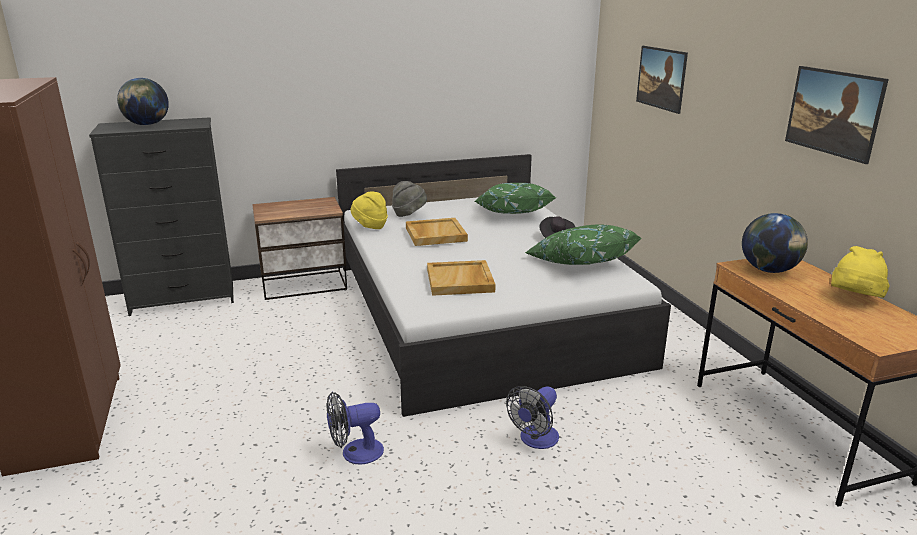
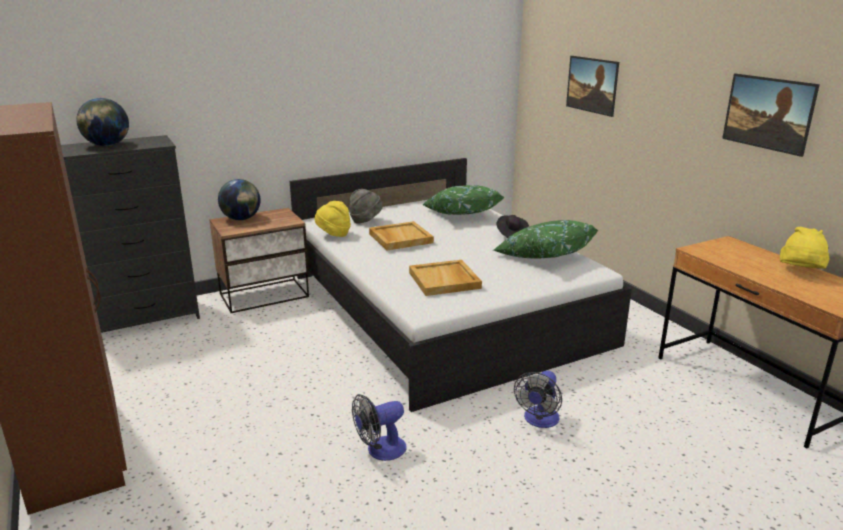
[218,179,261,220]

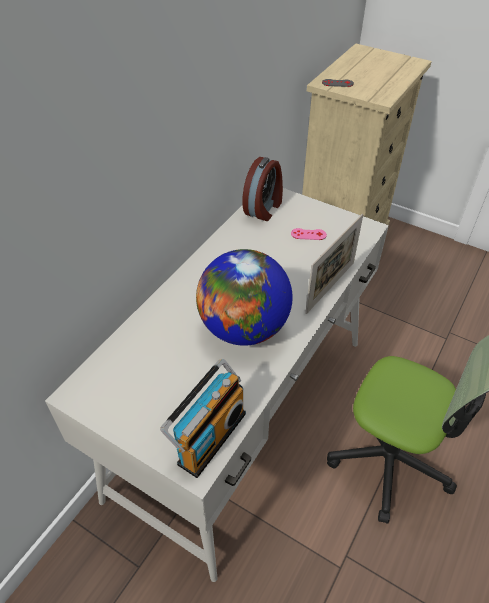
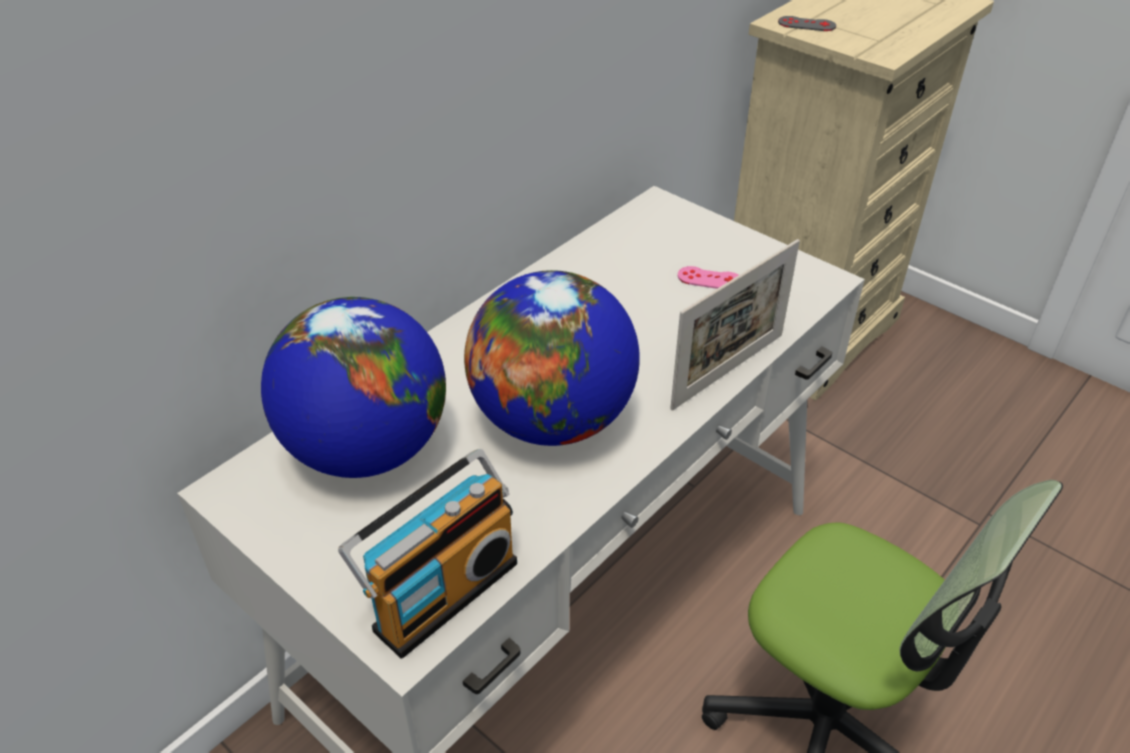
[242,157,283,221] (first image)
[261,297,446,478]

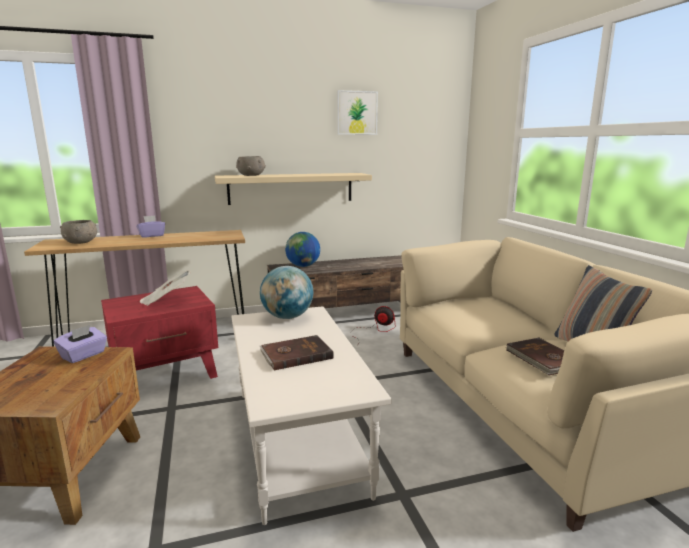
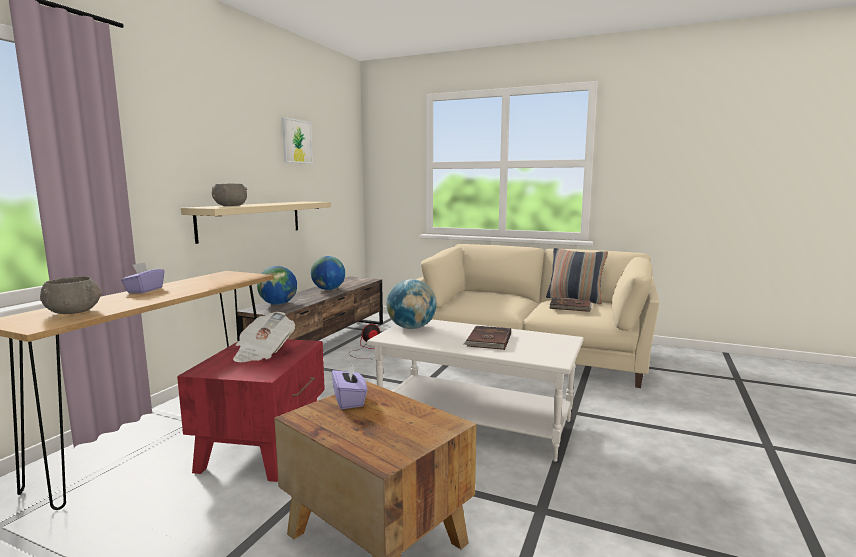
[311,256,345,290]

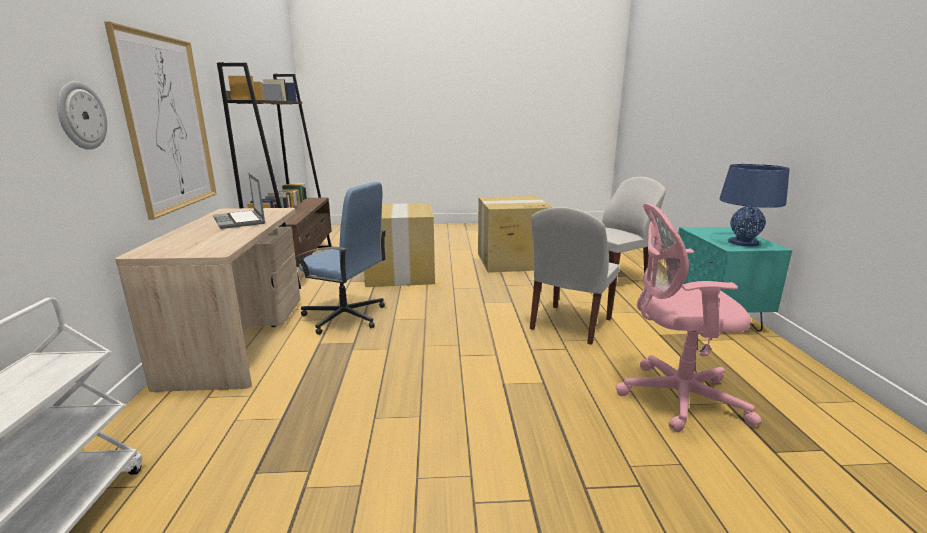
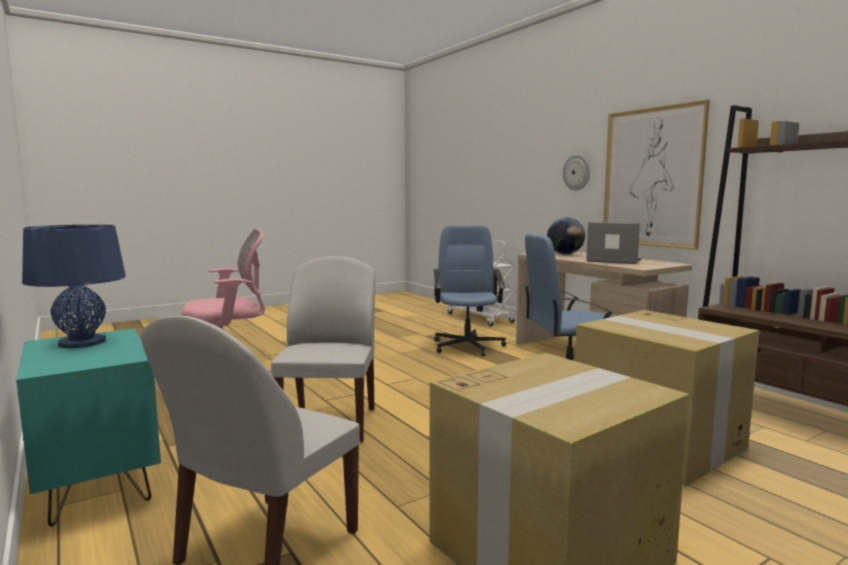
[433,225,506,357]
[547,217,585,255]

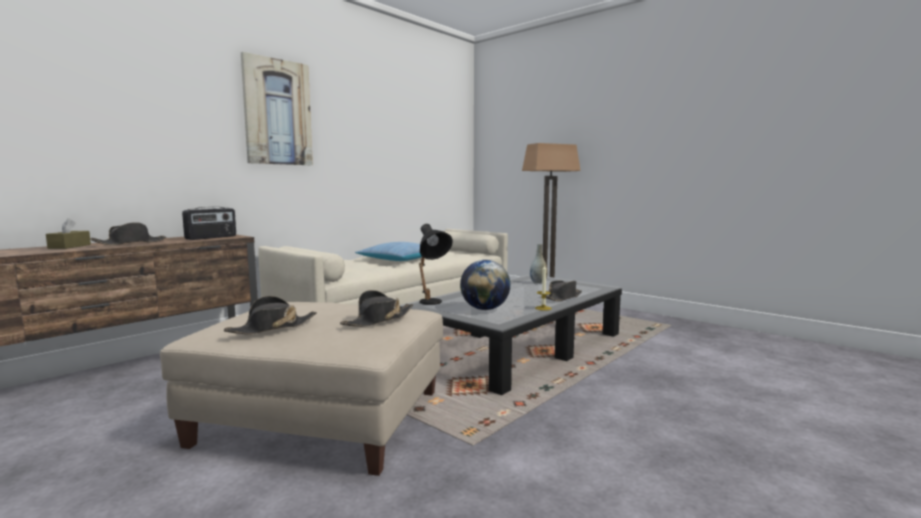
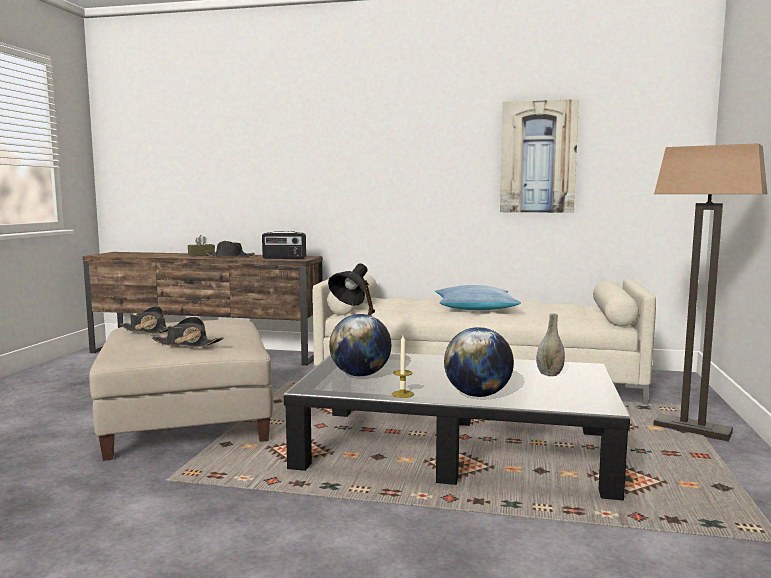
[500,99,579,213]
[444,327,514,397]

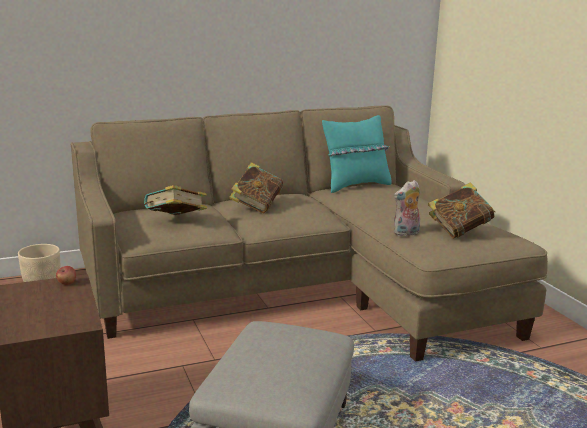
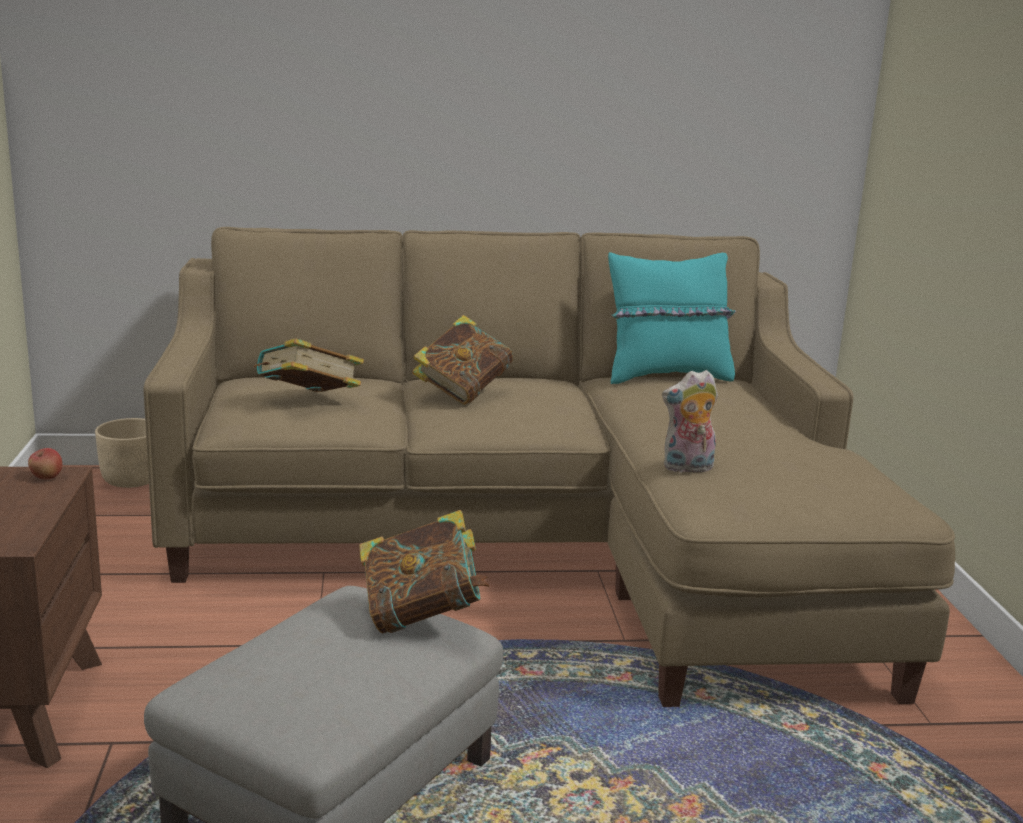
[359,510,489,633]

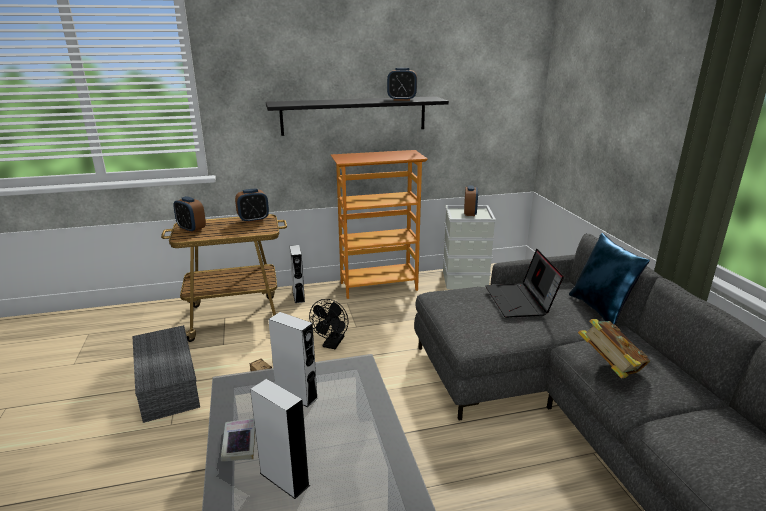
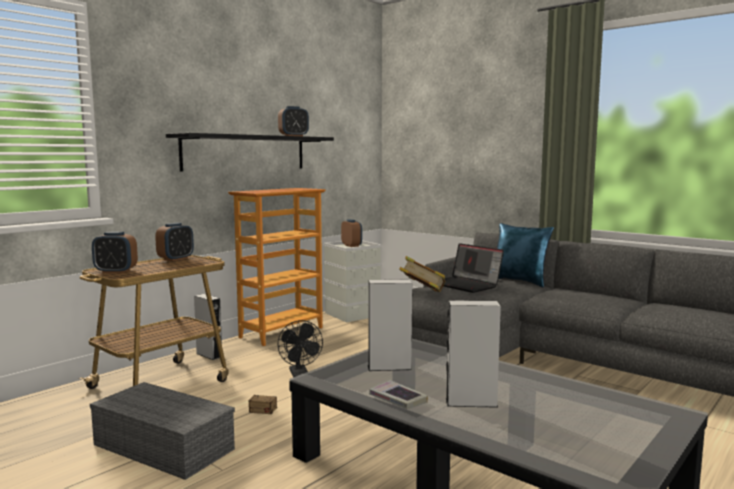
[399,256,446,292]

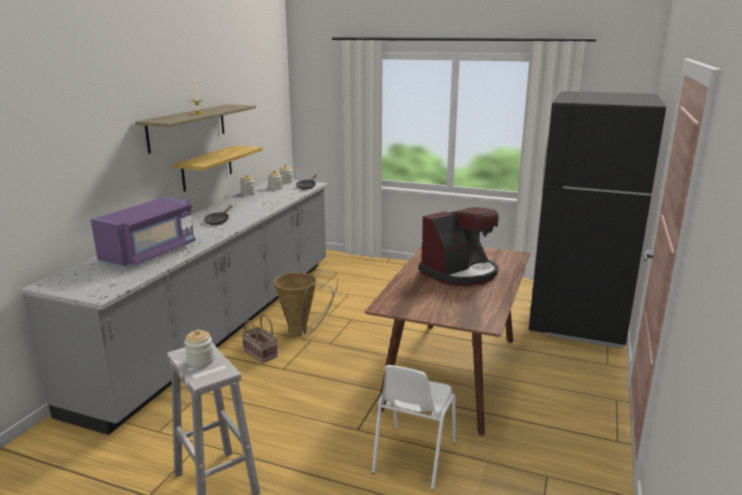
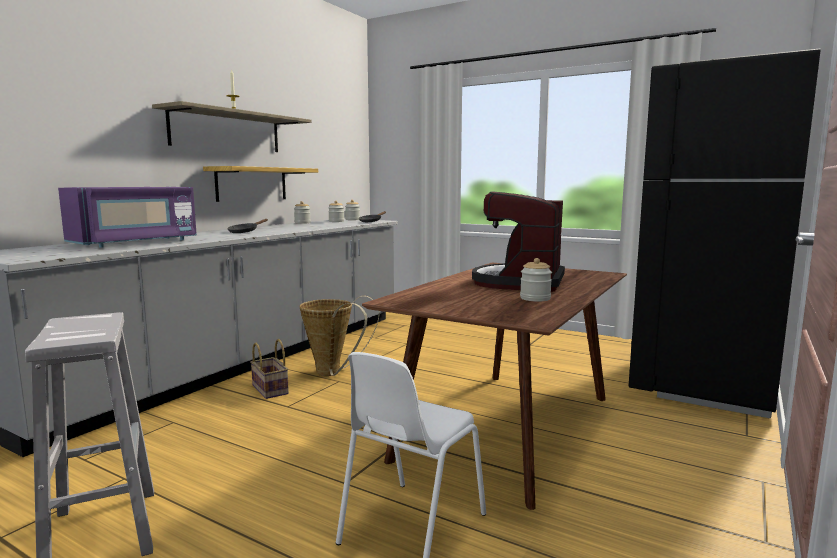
[520,258,552,302]
[472,191,565,292]

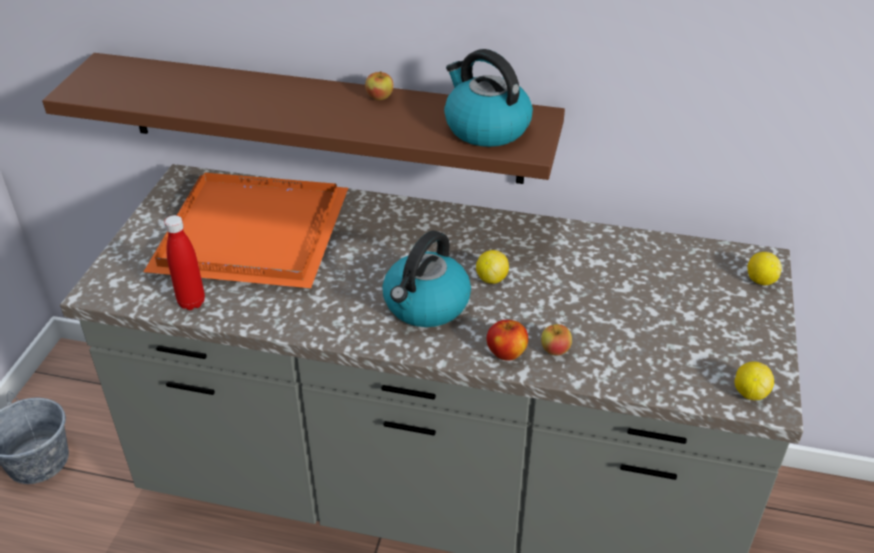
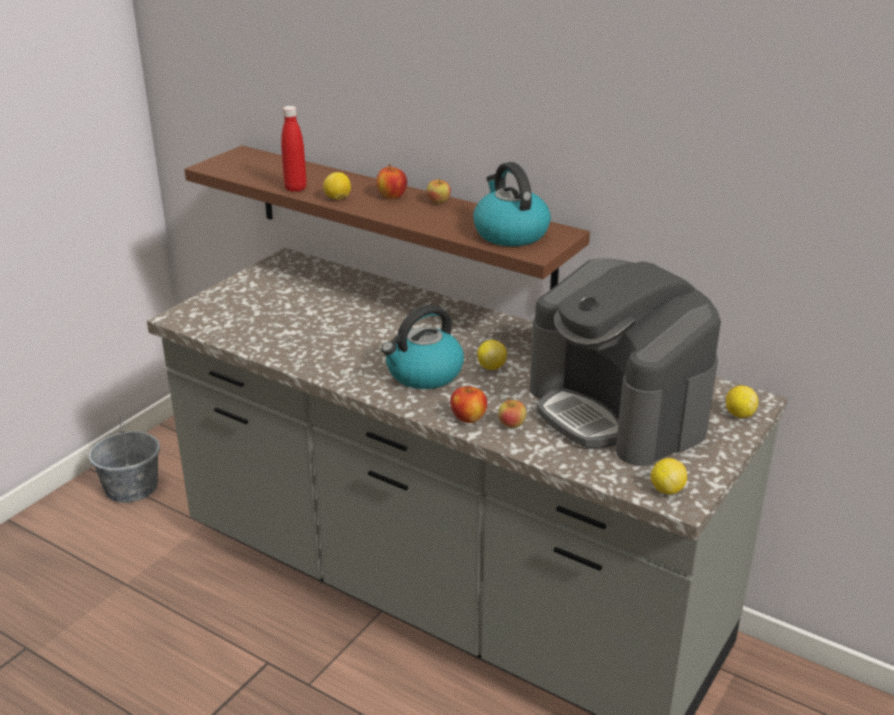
[144,173,348,288] (first image)
[323,172,351,199]
[376,164,407,199]
[530,258,721,466]
[281,106,307,192]

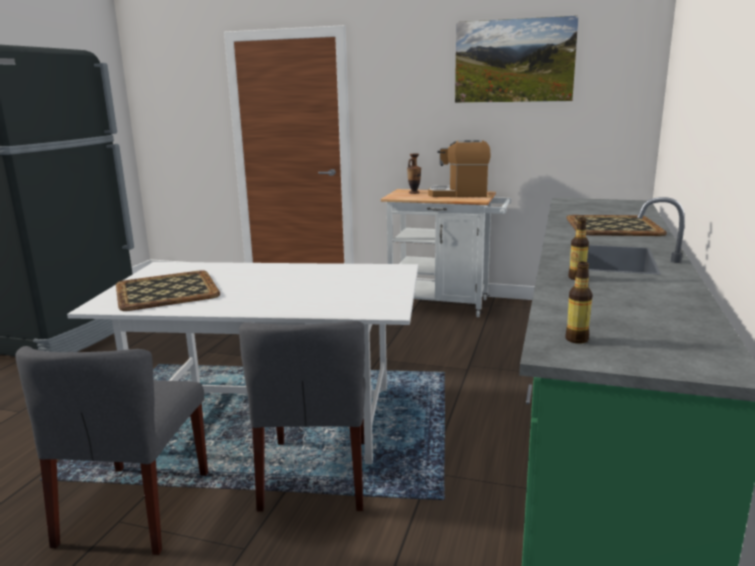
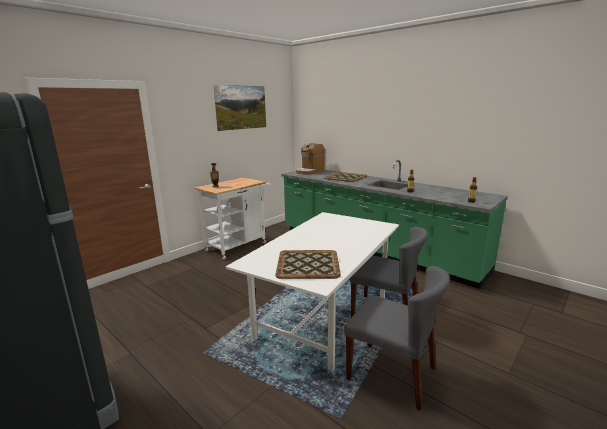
[296,143,325,175]

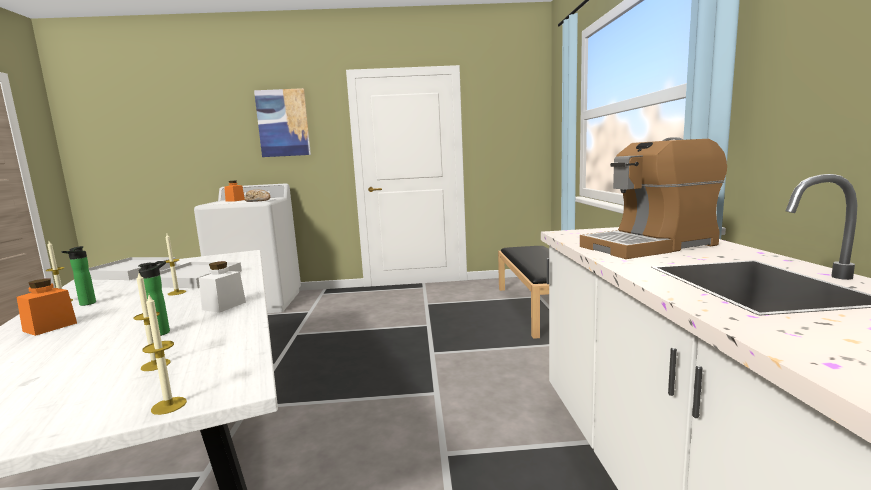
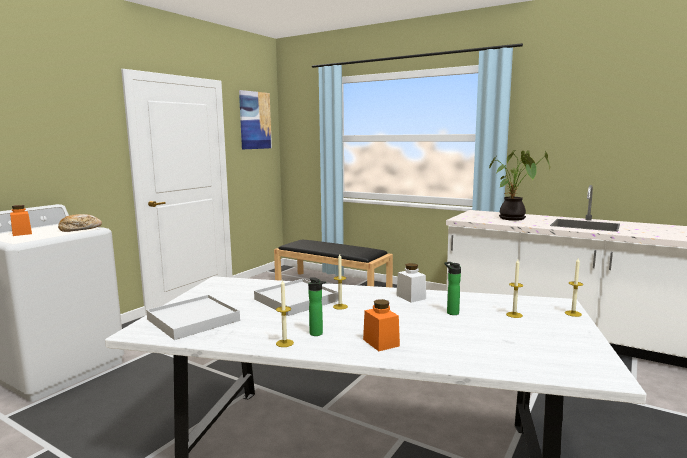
[239,90,272,149]
[489,150,550,221]

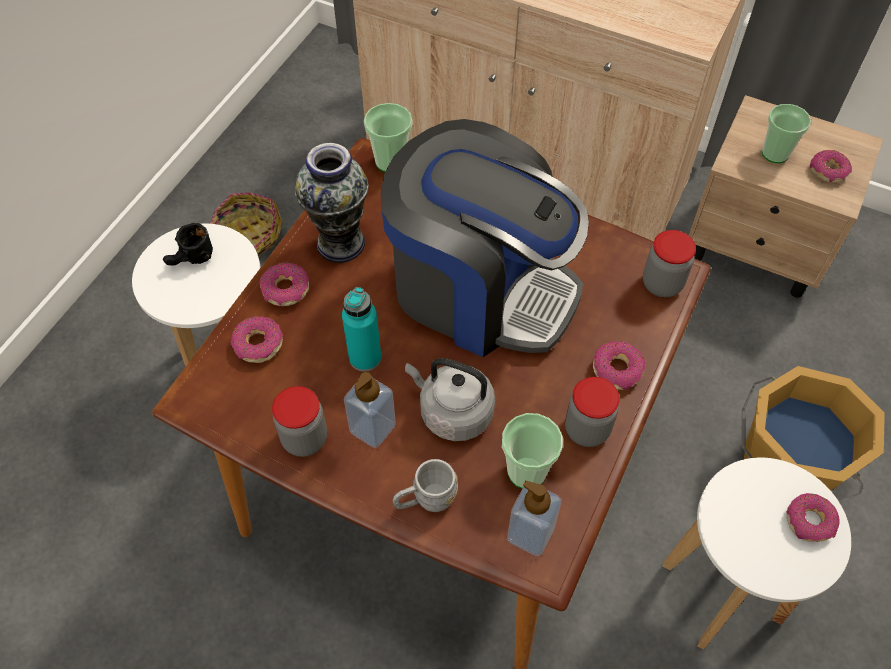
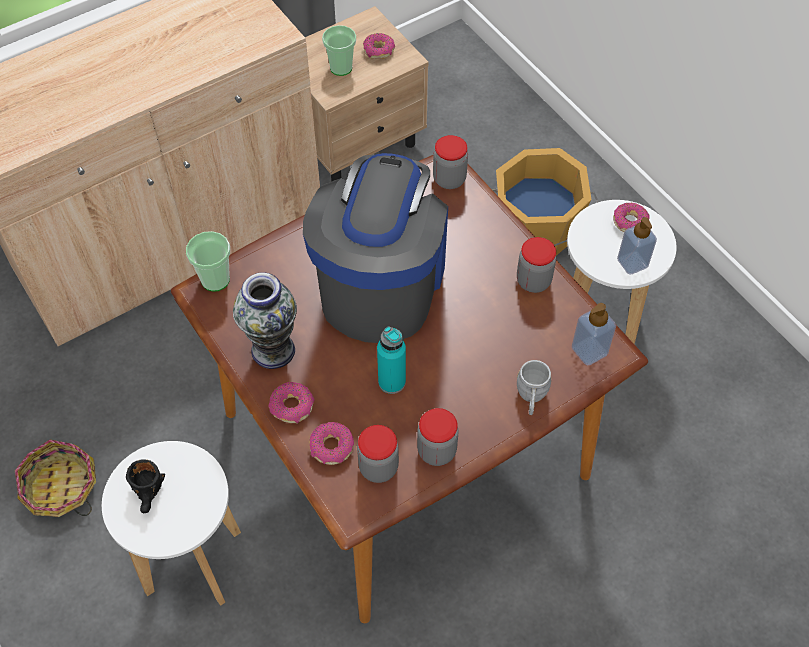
[405,358,495,441] (first image)
[502,413,563,488] (first image)
[593,341,646,390] (first image)
[357,425,399,483]
[617,217,657,275]
[303,153,448,343]

